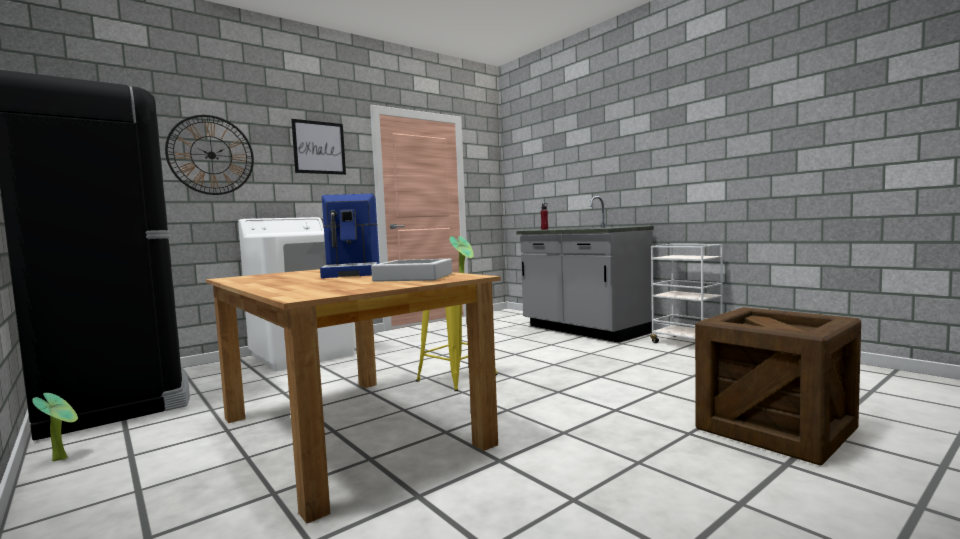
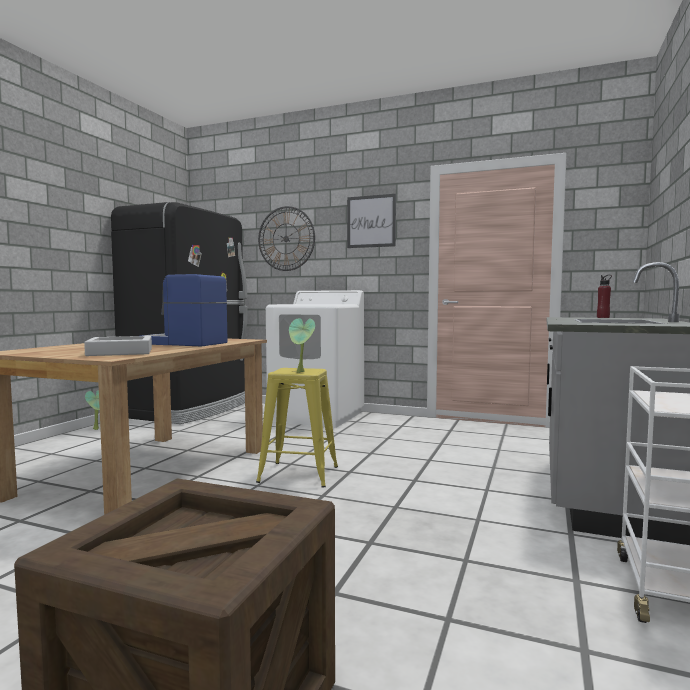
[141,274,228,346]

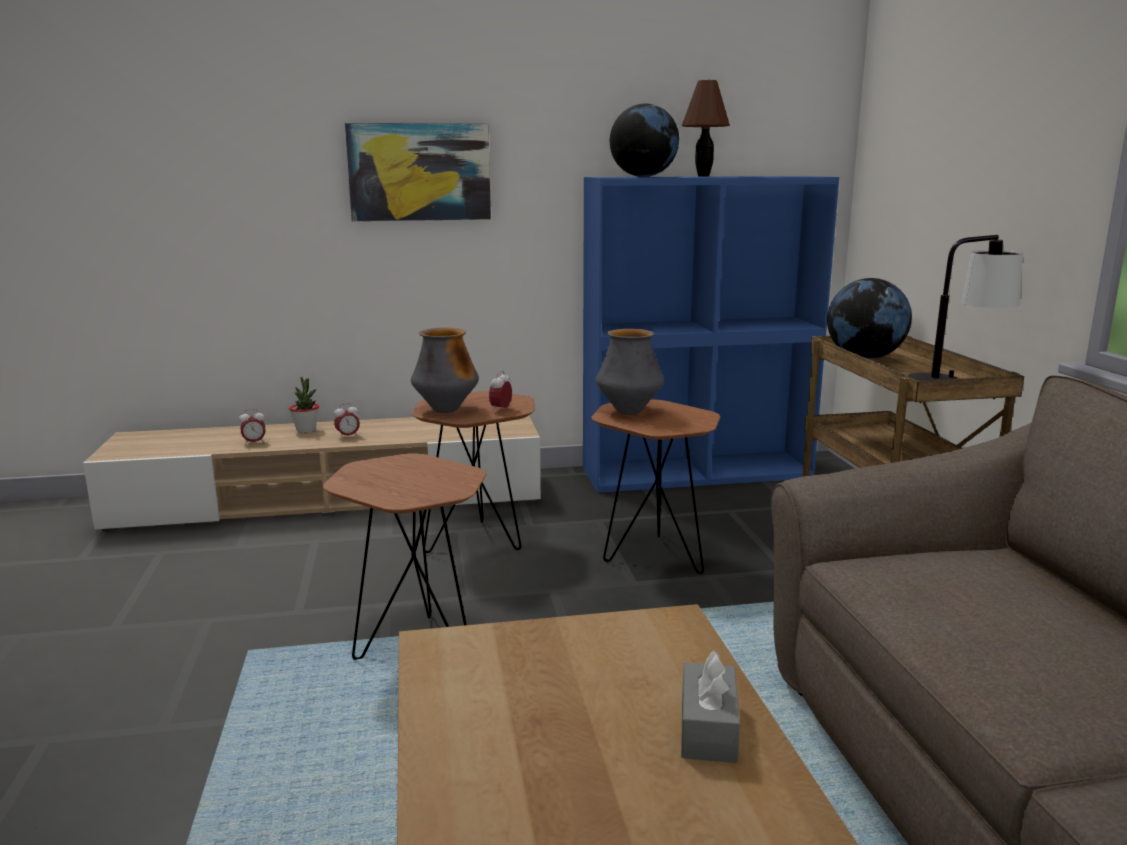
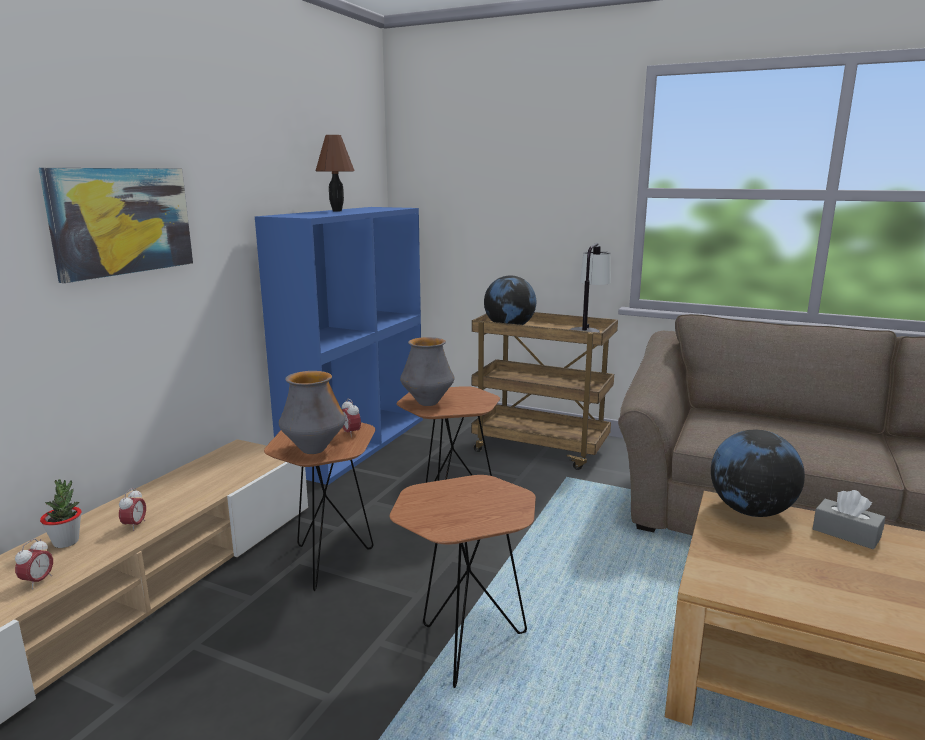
[711,430,805,517]

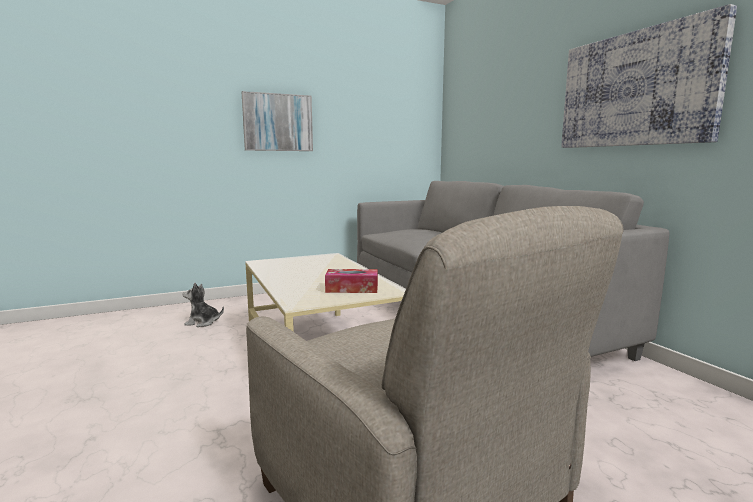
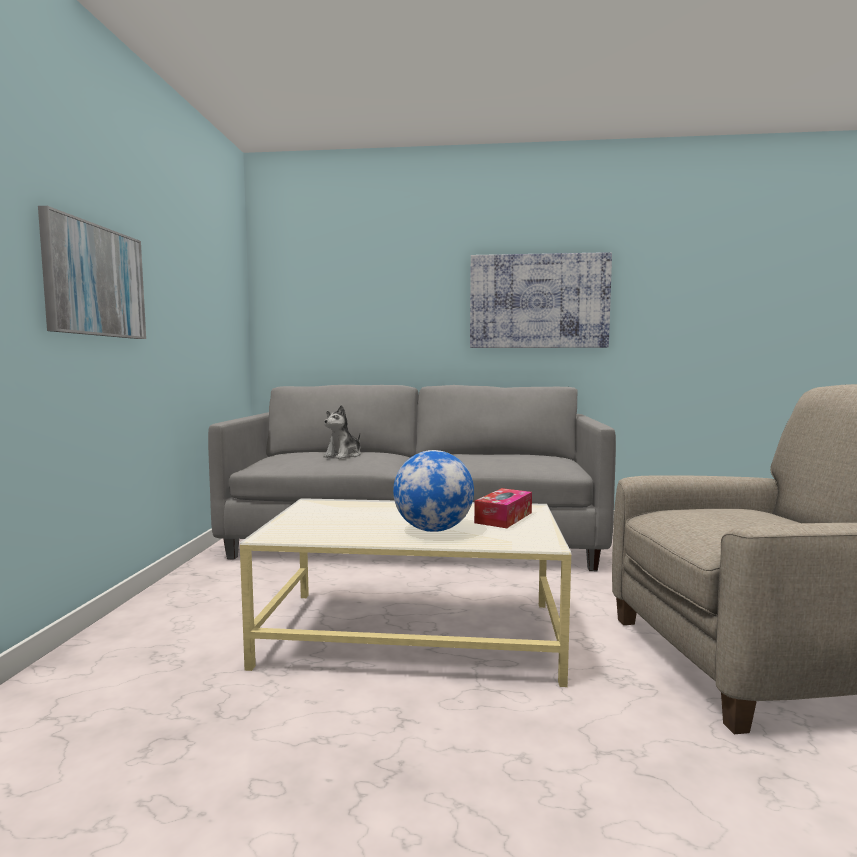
[393,450,474,532]
[323,405,361,459]

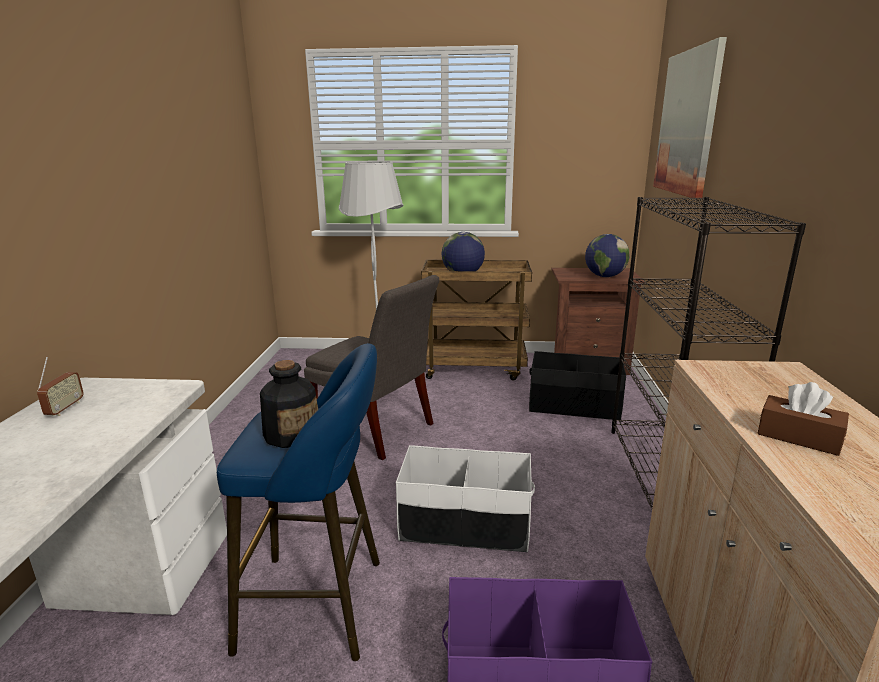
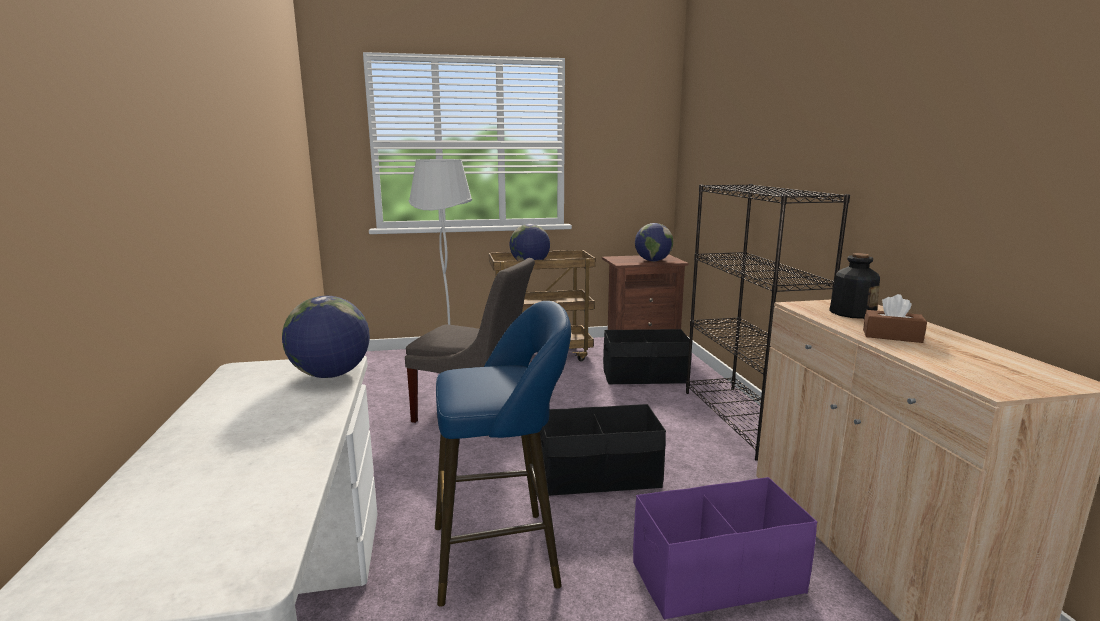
[37,357,84,416] (first image)
[653,37,727,198] (first image)
[282,296,370,378]
[829,253,880,319]
[540,404,666,496]

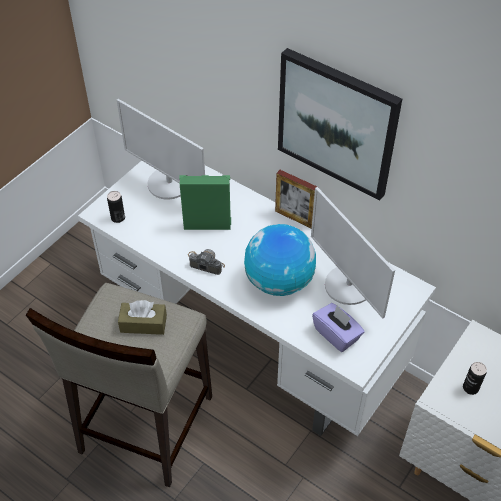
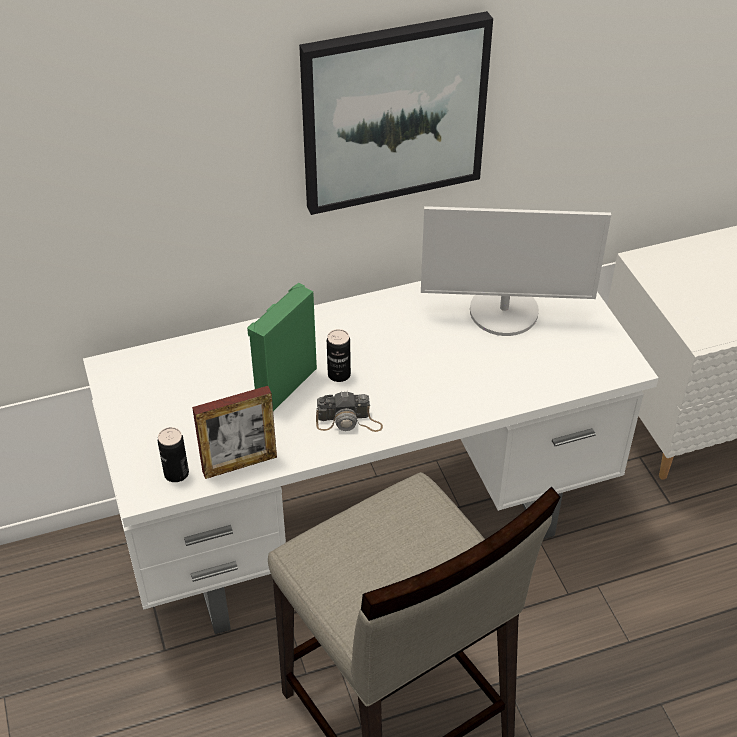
[117,99,205,199] (first image)
[118,300,167,335] (first image)
[244,224,316,296] (first image)
[312,303,365,352] (first image)
[192,386,277,479]
[327,329,351,382]
[316,391,383,432]

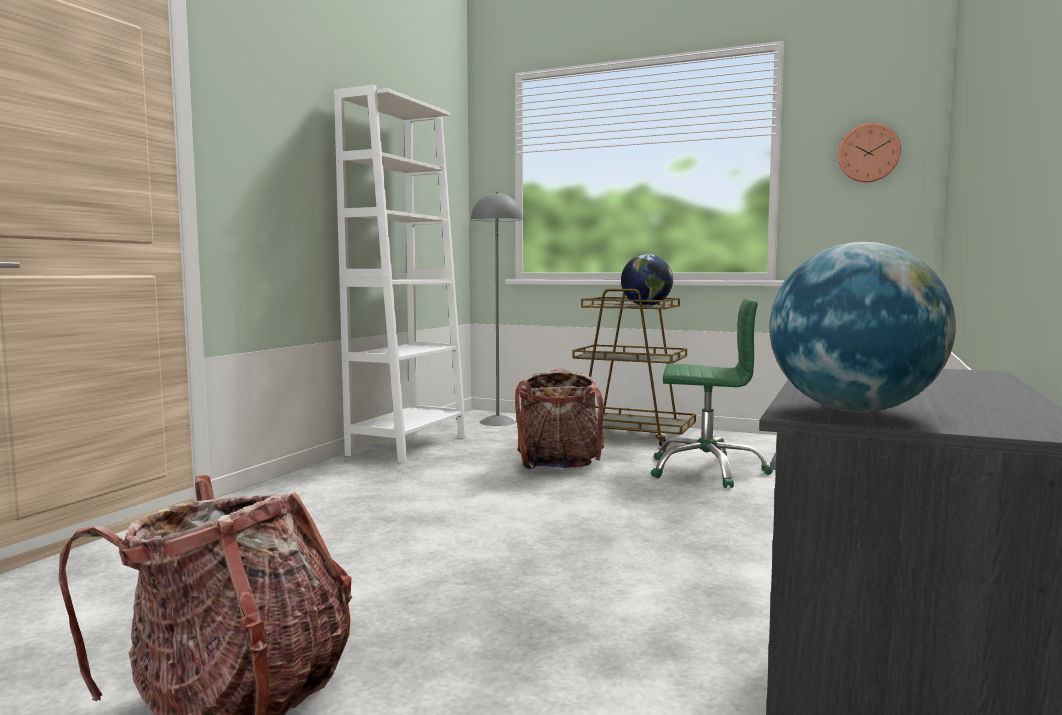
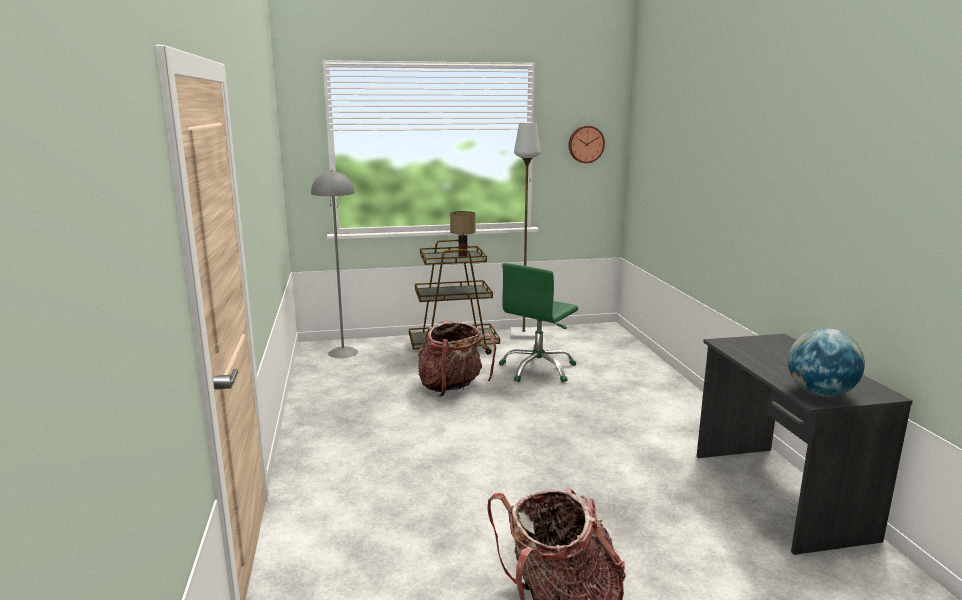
[334,85,466,463] (first image)
[511,123,541,339]
[450,211,475,257]
[499,263,578,383]

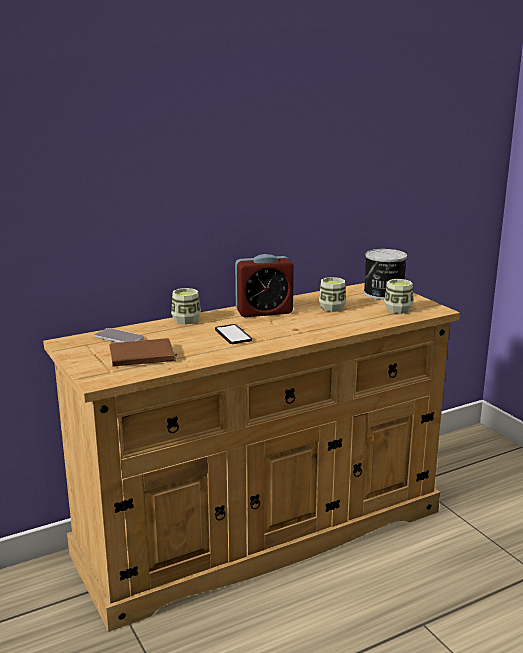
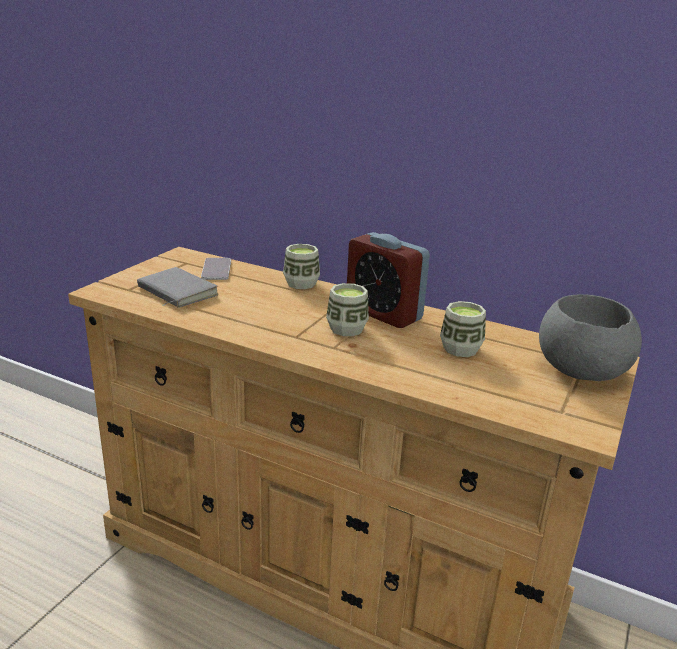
[215,324,252,344] (first image)
[326,283,369,336]
[539,294,642,381]
[137,267,219,308]

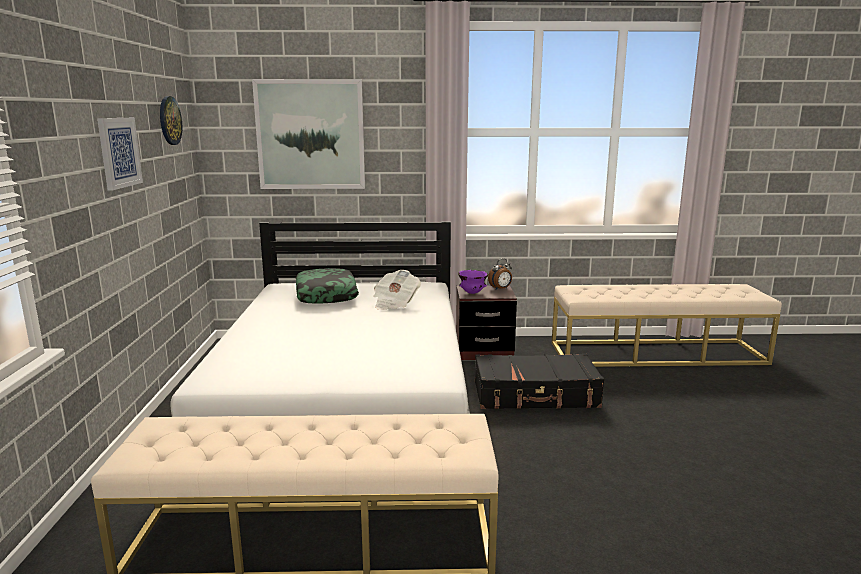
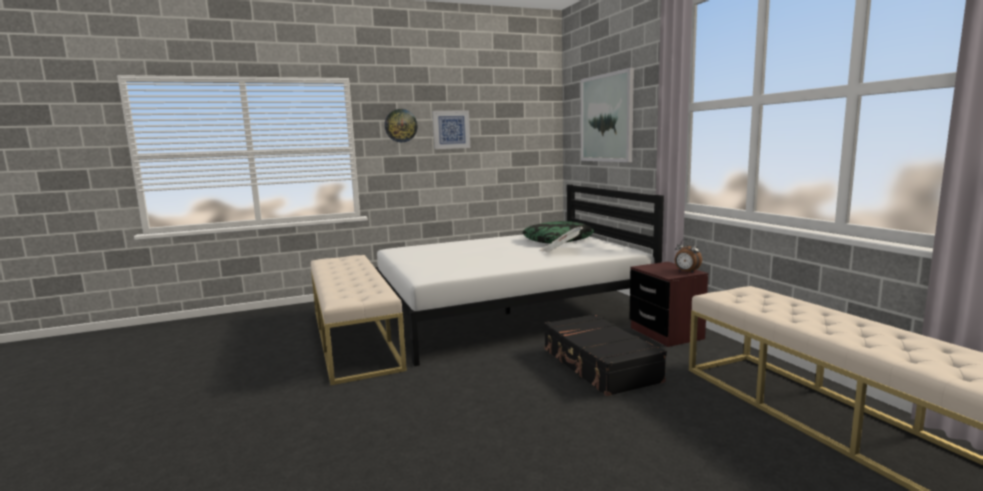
[458,270,488,294] (first image)
[385,109,418,142]

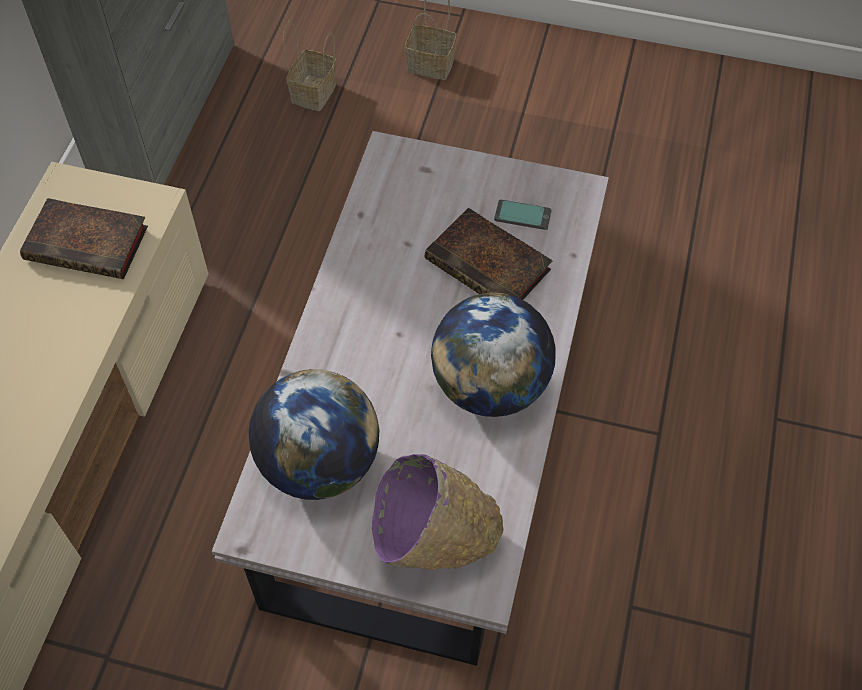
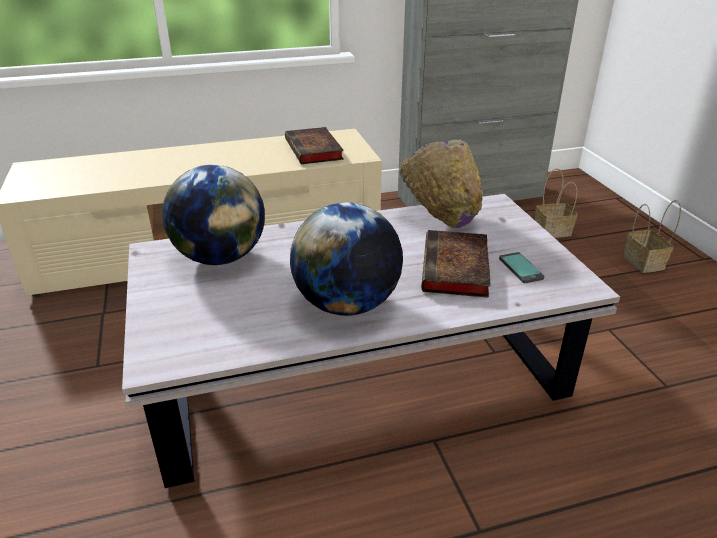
[399,140,483,228]

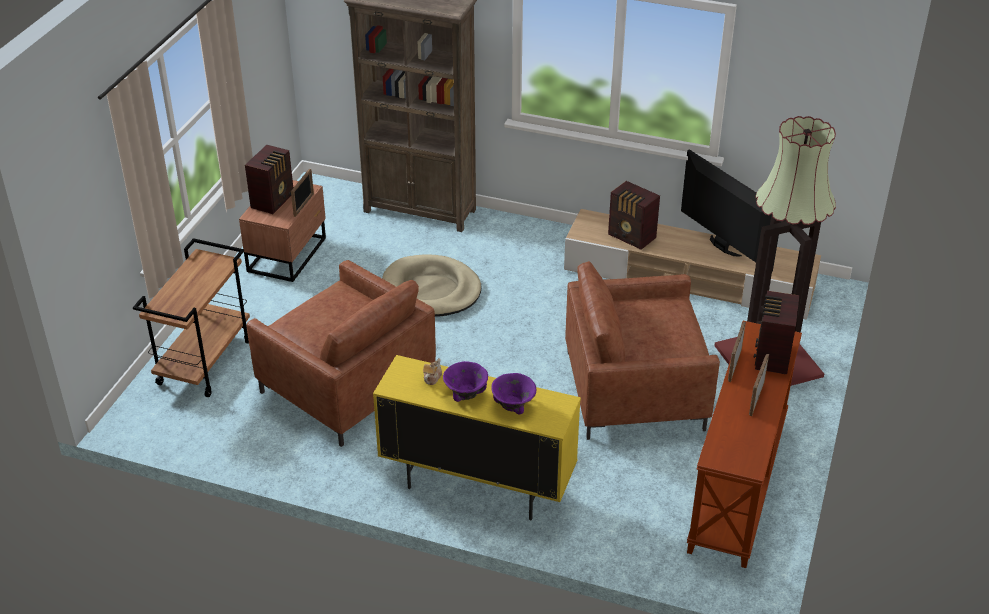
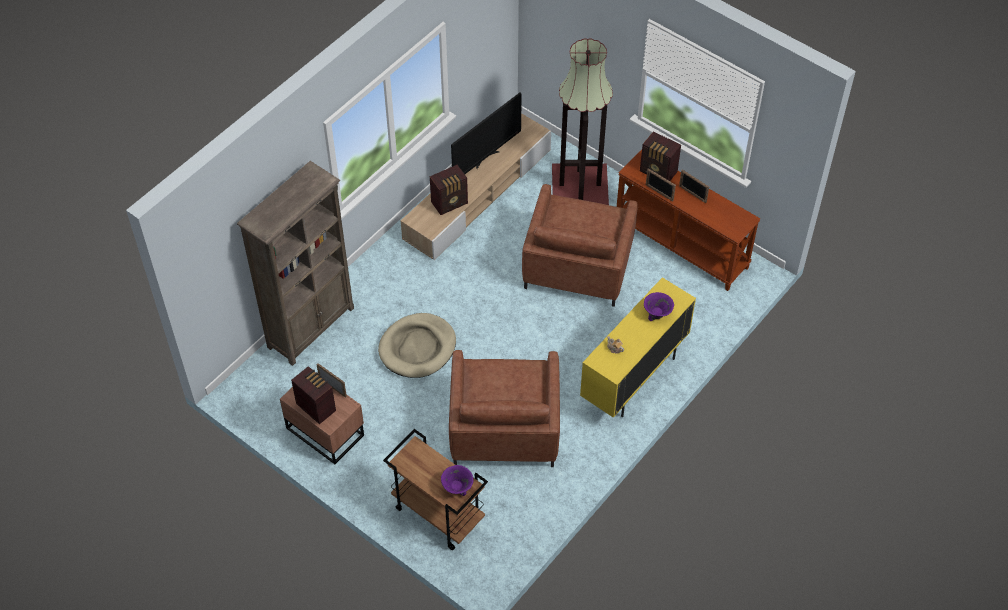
[441,465,473,496]
[449,350,560,467]
[451,93,522,174]

